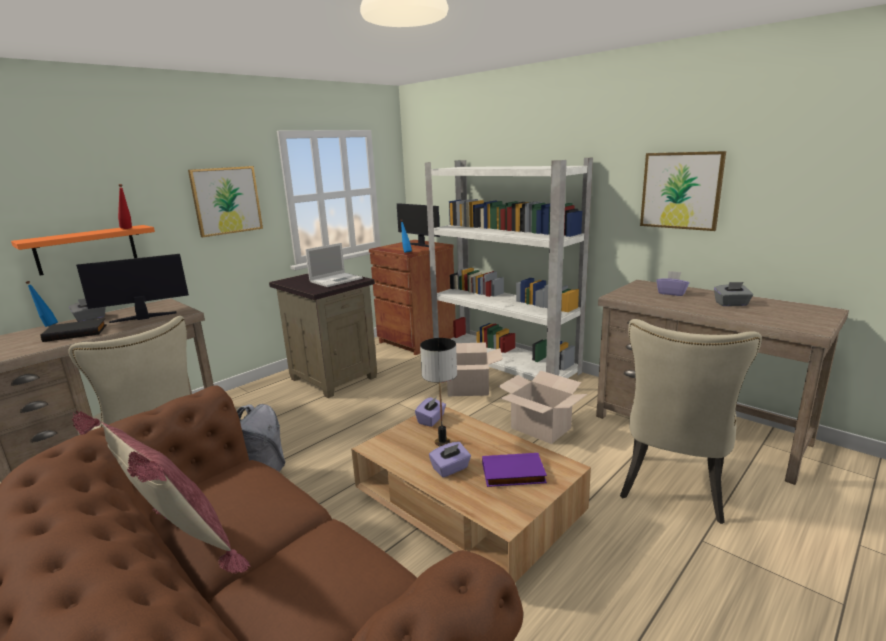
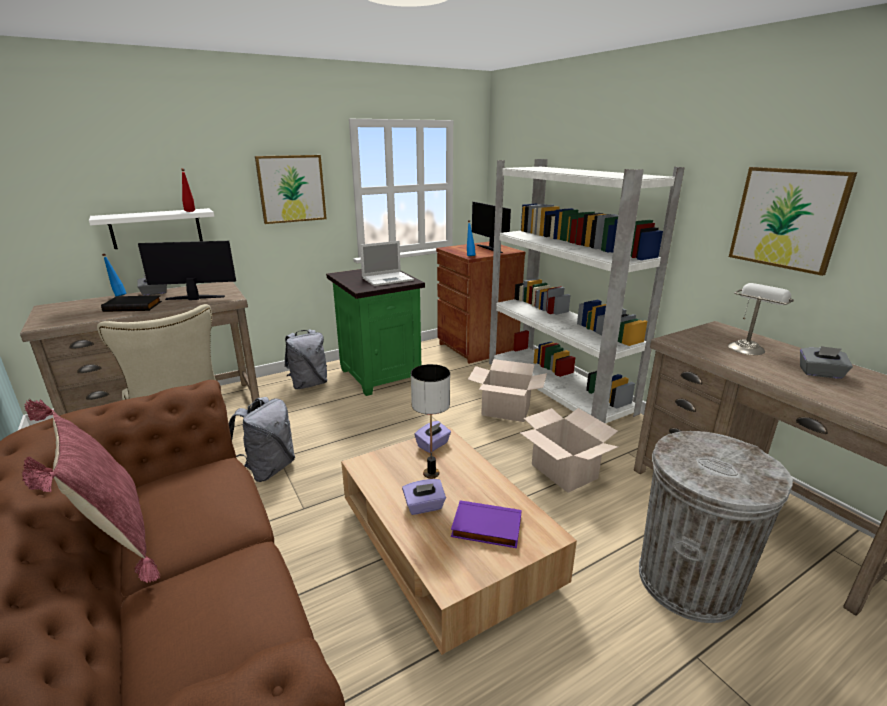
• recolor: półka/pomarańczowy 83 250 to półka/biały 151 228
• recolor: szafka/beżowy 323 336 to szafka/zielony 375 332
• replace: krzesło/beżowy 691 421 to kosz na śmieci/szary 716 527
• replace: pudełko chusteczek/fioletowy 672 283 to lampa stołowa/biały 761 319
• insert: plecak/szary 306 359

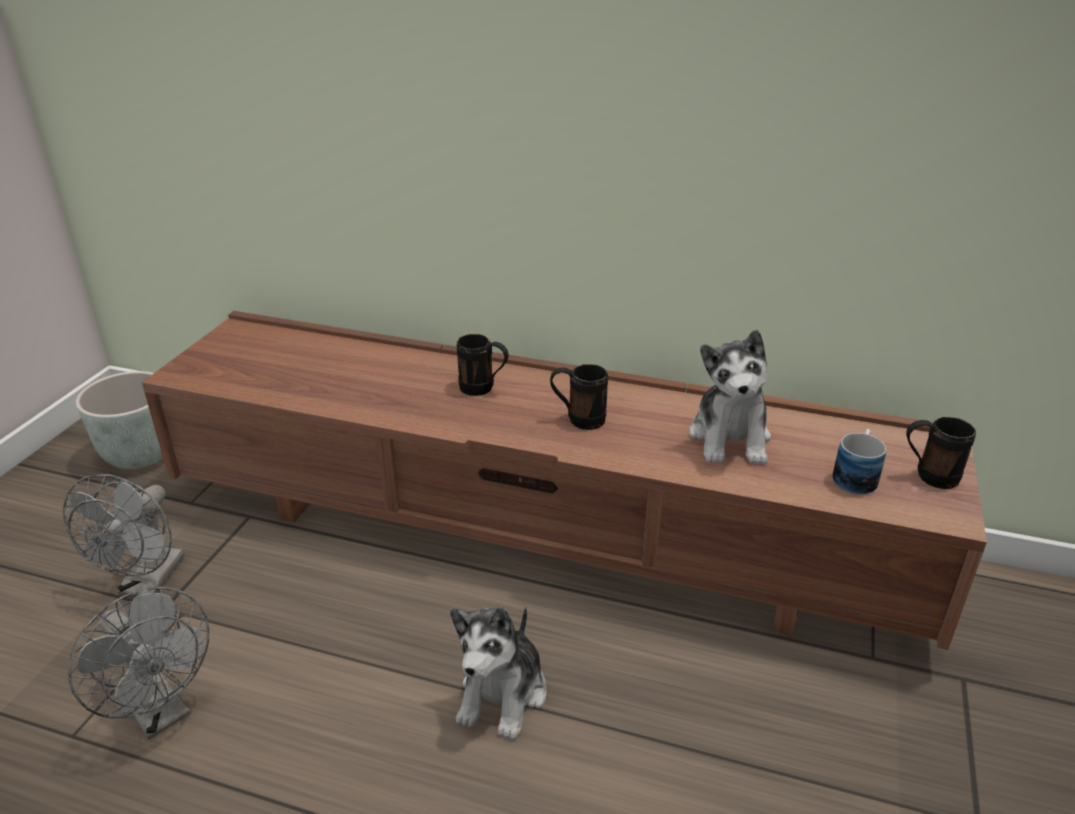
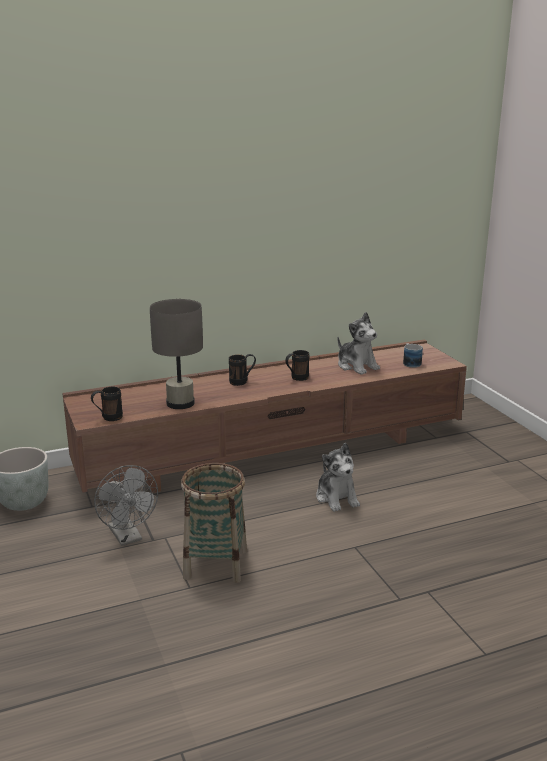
• replace: wentylator/szary 138 663 to koszyk 214 523
• move: kubek/czarny 941 453 to 107 403
• insert: lampa stołowa/szary 176 354

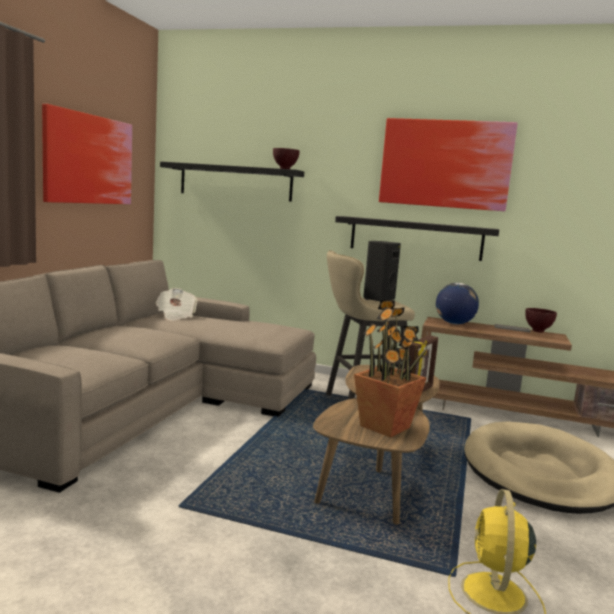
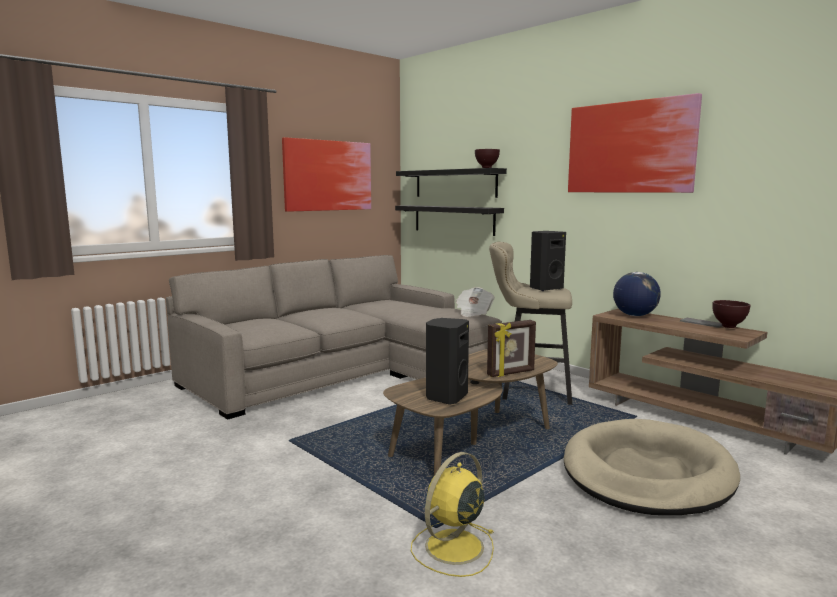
• move: gazeta 176 304 to 475 302
• move: półka/czarny 417 238 to 449 220
• replace: roślina doniczkowa 391 368 to głośnik/czarny 447 361

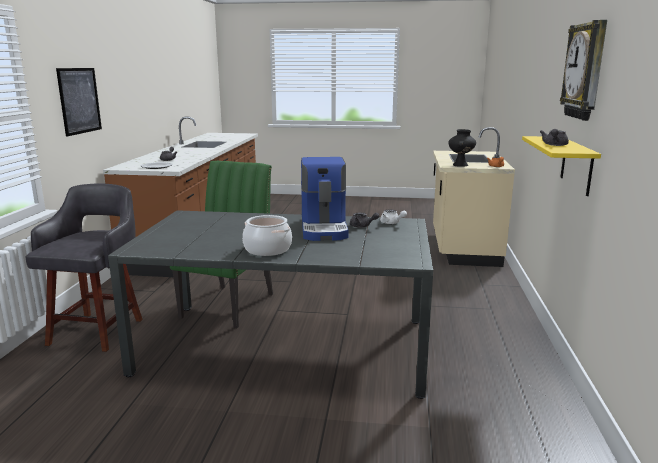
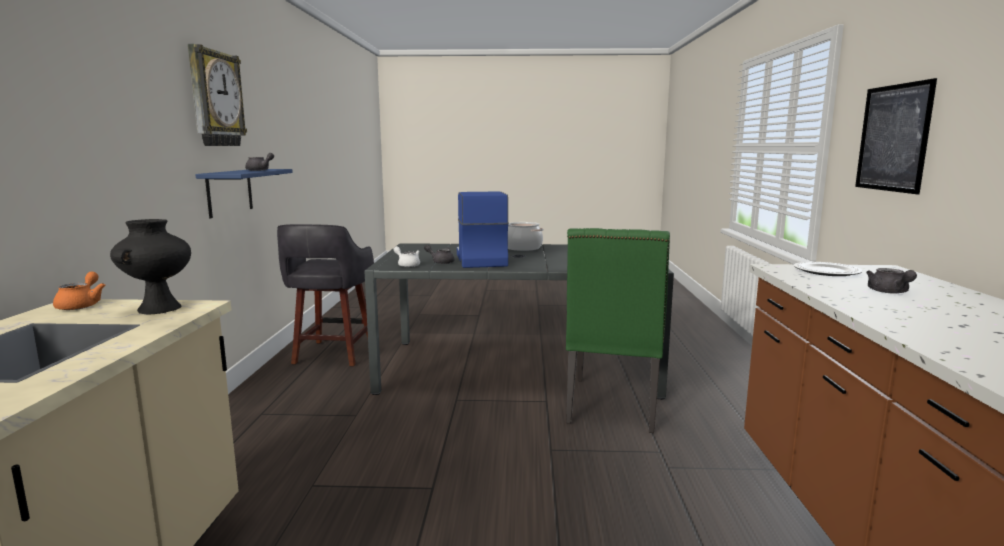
• move: stołek/szary 84 267 to 325 295
• recolor: półka/żółty 561 166 to półka/niebieski 244 193

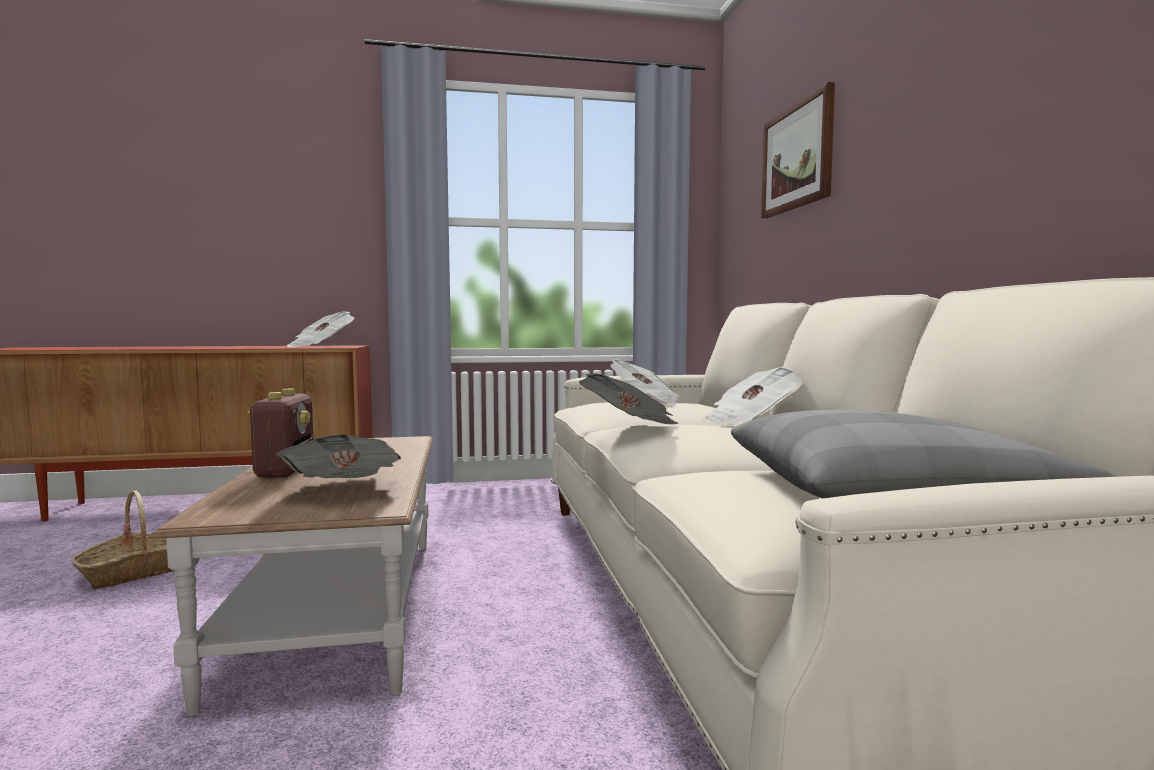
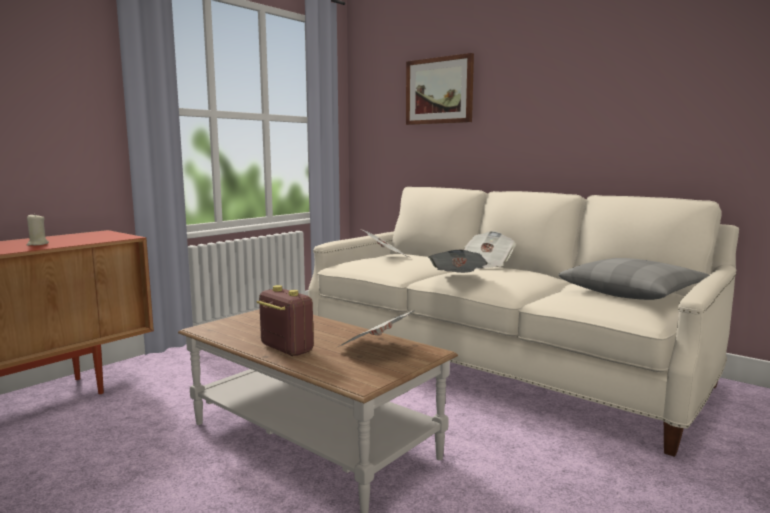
• delete: koszyk 123 540
• delete: gazeta 320 329
• insert: świeca/beżowy 38 229

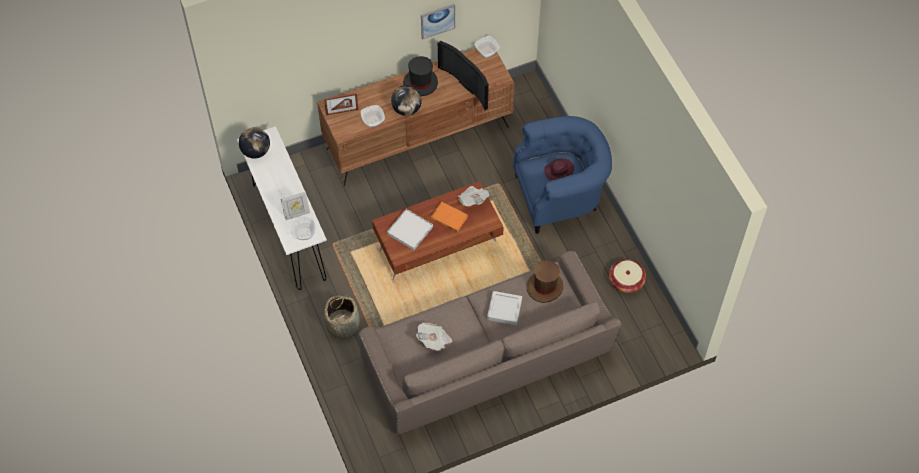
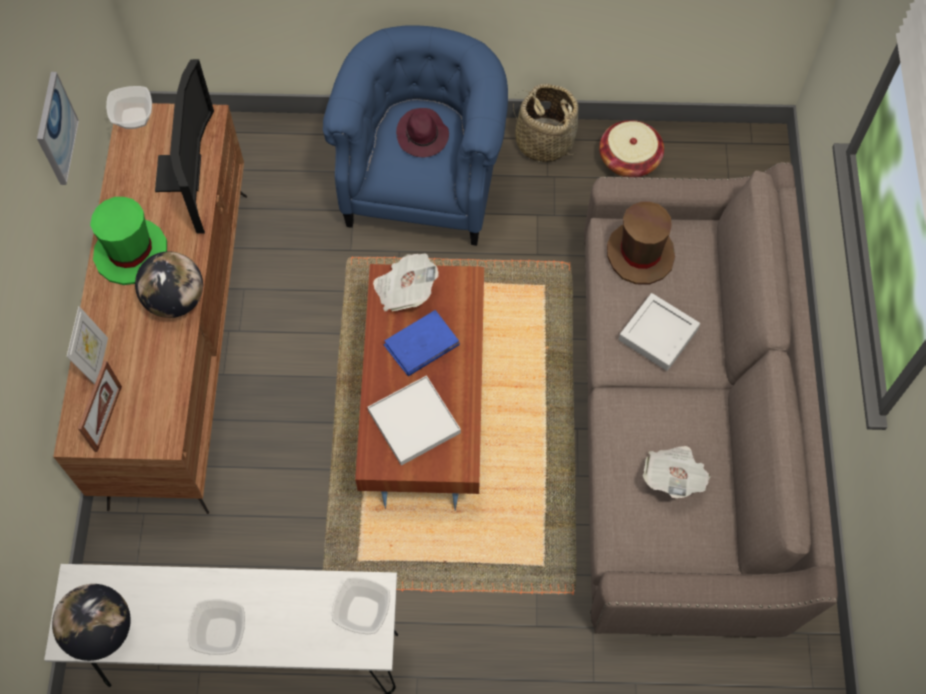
• move: ramka na zdjęcie 295 206 to 87 345
• move: koszyk 342 317 to 546 122
• move: miska 373 116 to 216 627
• recolor: kapelusz/czarny 420 76 to kapelusz/zielony 128 241
• recolor: książka/pomarańczowy 449 217 to książka/niebieski 421 343
• rotate: telewizor 463 75 = 184 146 75 degrees counterclockwise

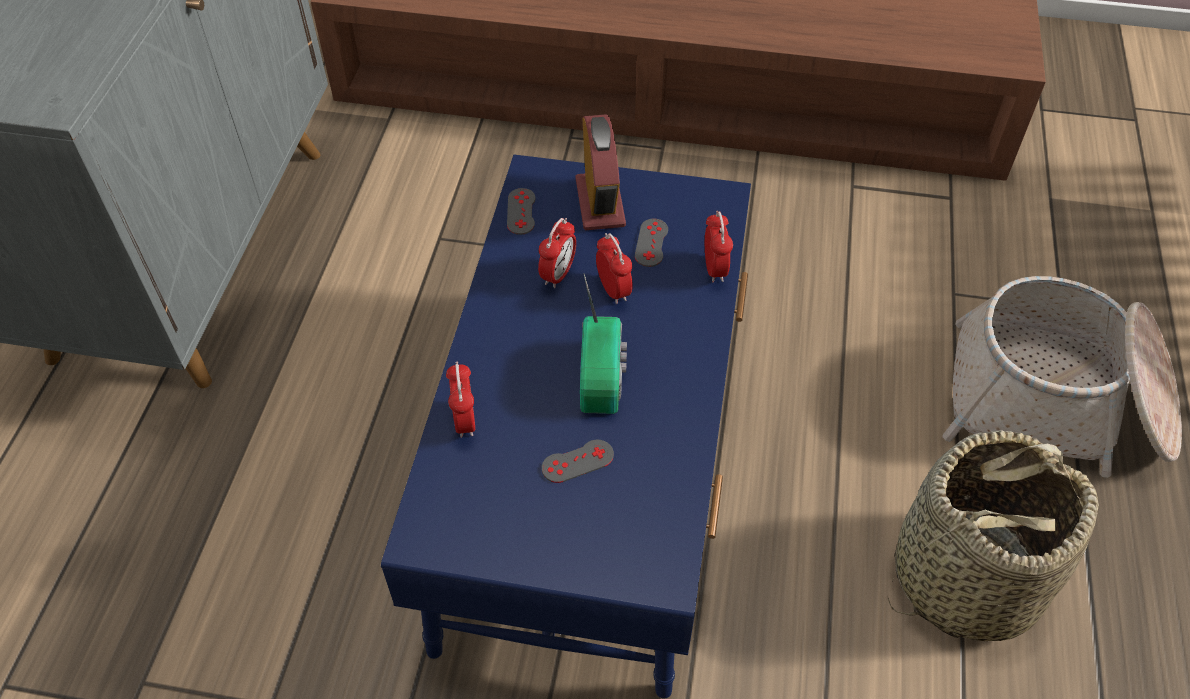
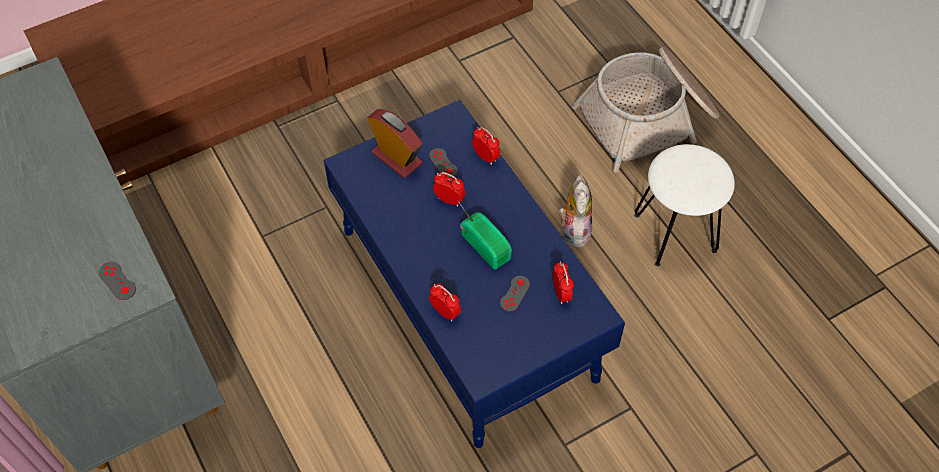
• move: pad do gier/szary 521 211 to 117 281
• move: budzik 557 253 to 563 282
• replace: koszyk 993 535 to stołek/biały 684 205
• insert: pluszak 575 211

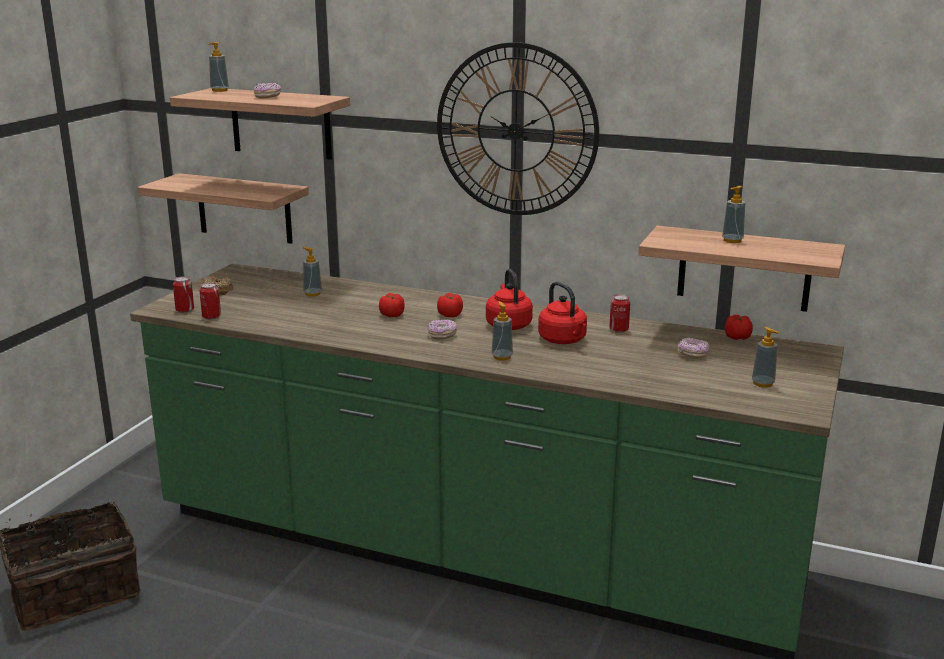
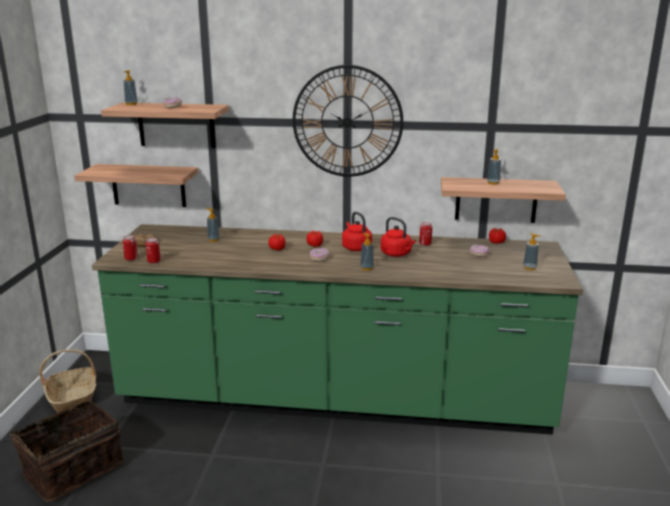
• insert: koszyk 67 380

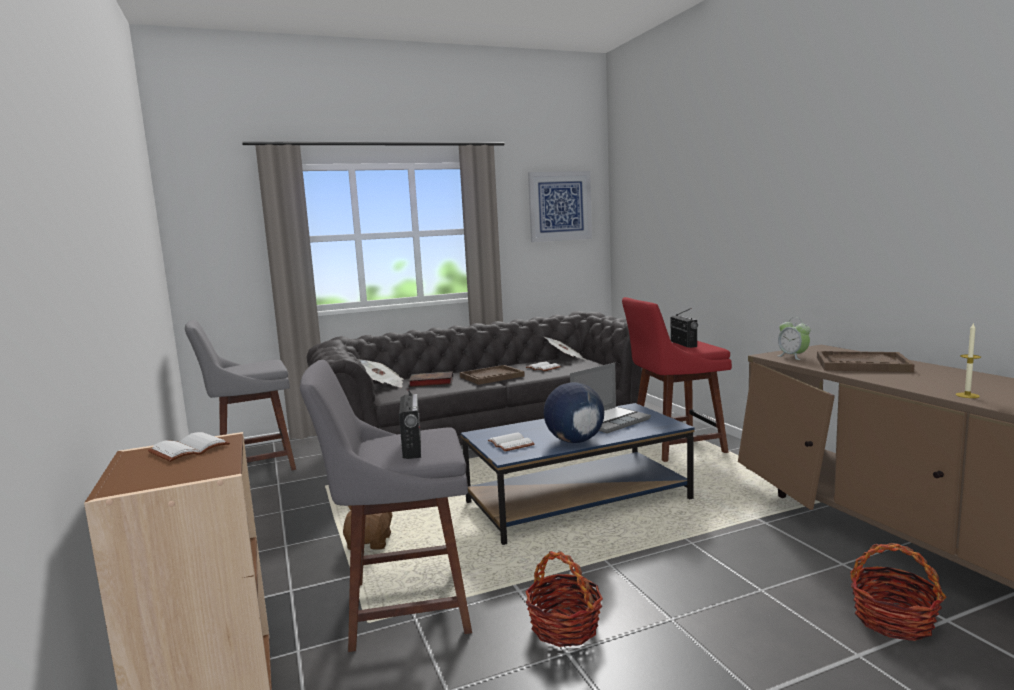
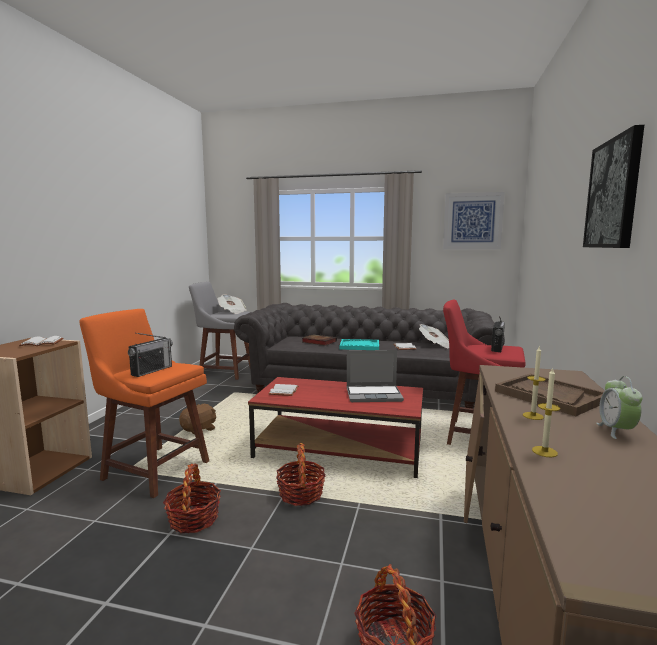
• recolor: stołek/szary 386 506 to stołek/pomarańczowy 144 403
• move: gazeta 381 373 to 232 304
• recolor: taca/brązowy 492 375 to taca/turkusowy 359 344
• recolor: ława/niebieski 578 474 to ława/czerwony 335 427
• delete: globus 574 412
• move: budzik 794 338 to 619 407
• insert: koszyk 300 474
• insert: świeca 534 383
• insert: obraz 613 186

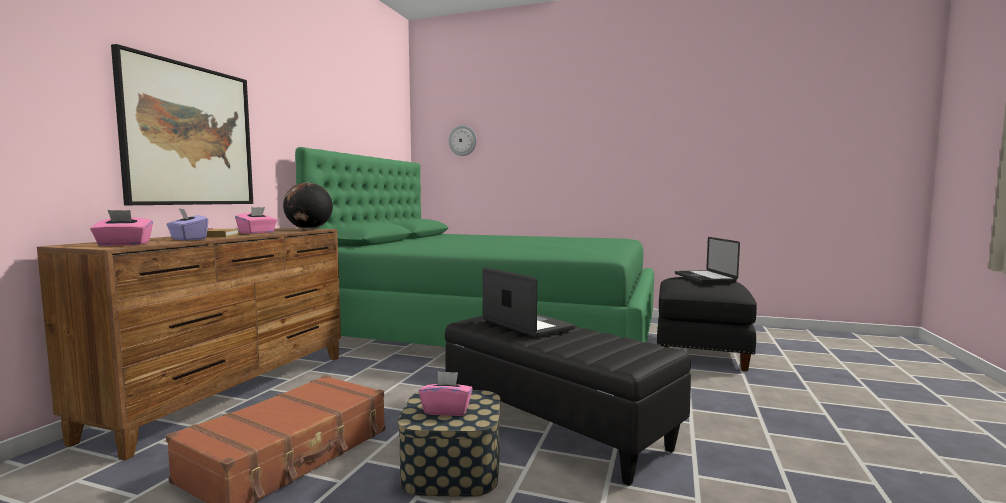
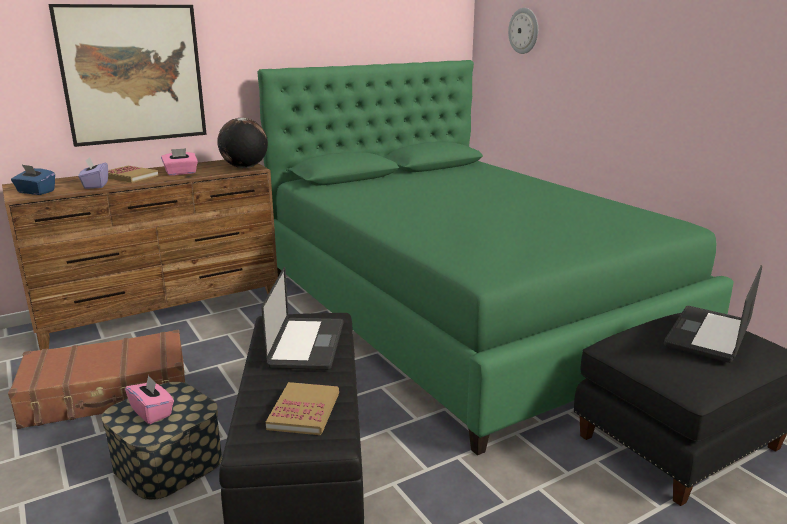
• recolor: pudełko chusteczek/różowy 121 228 to pudełko chusteczek/niebieski 33 180
• insert: książka 302 408

